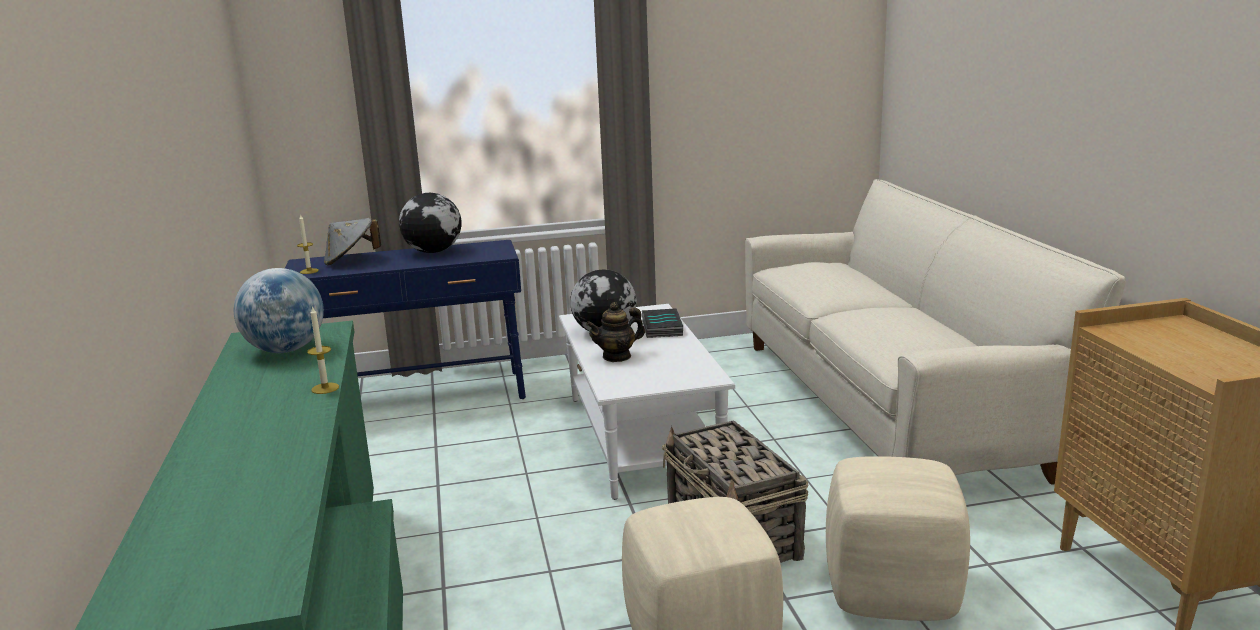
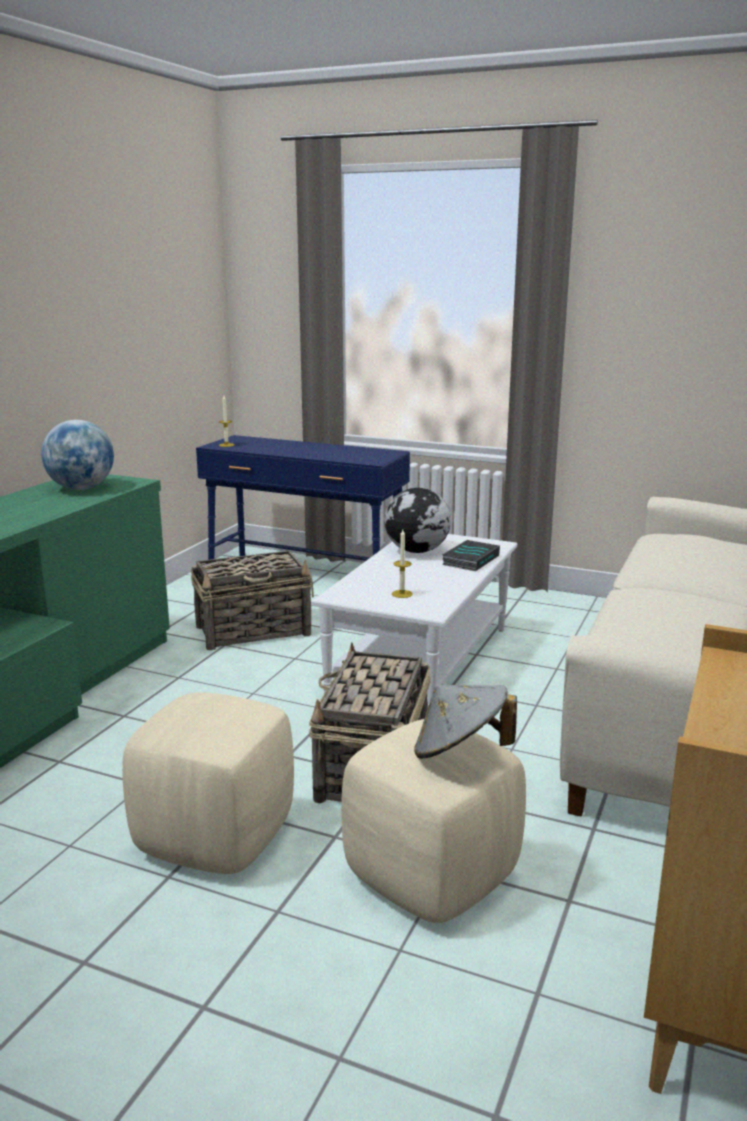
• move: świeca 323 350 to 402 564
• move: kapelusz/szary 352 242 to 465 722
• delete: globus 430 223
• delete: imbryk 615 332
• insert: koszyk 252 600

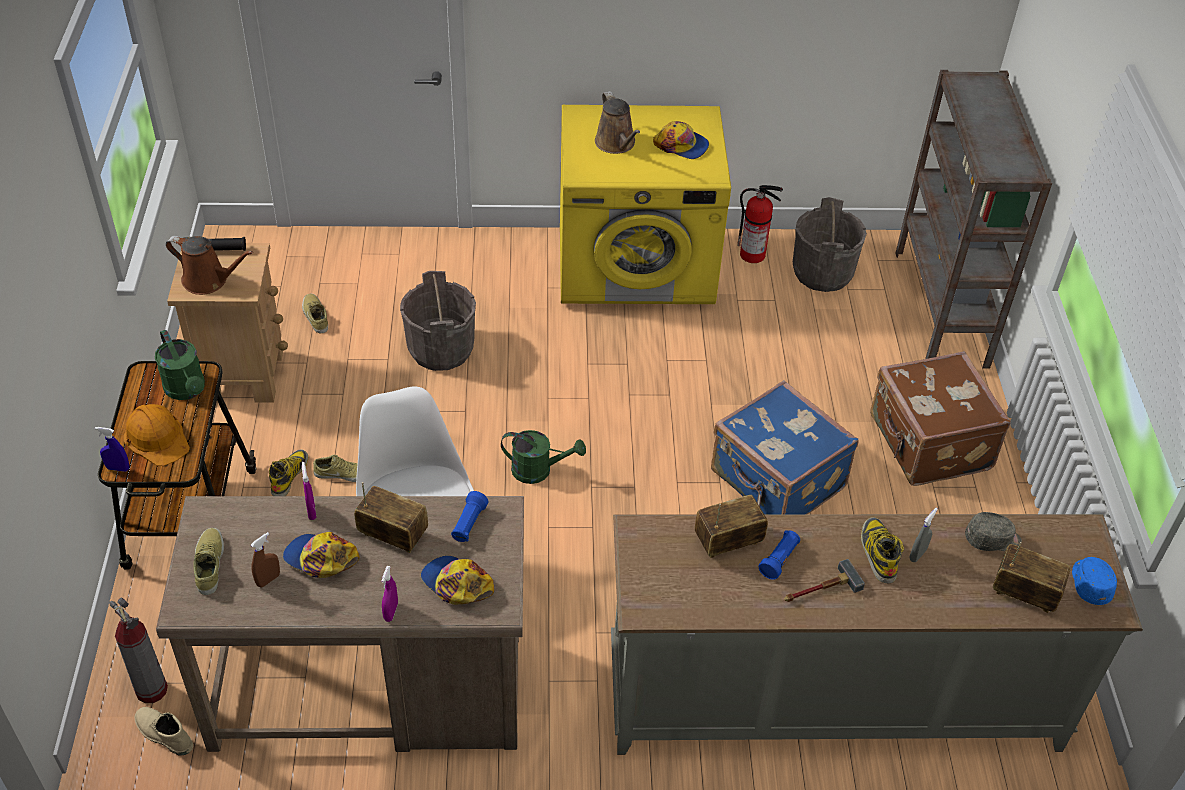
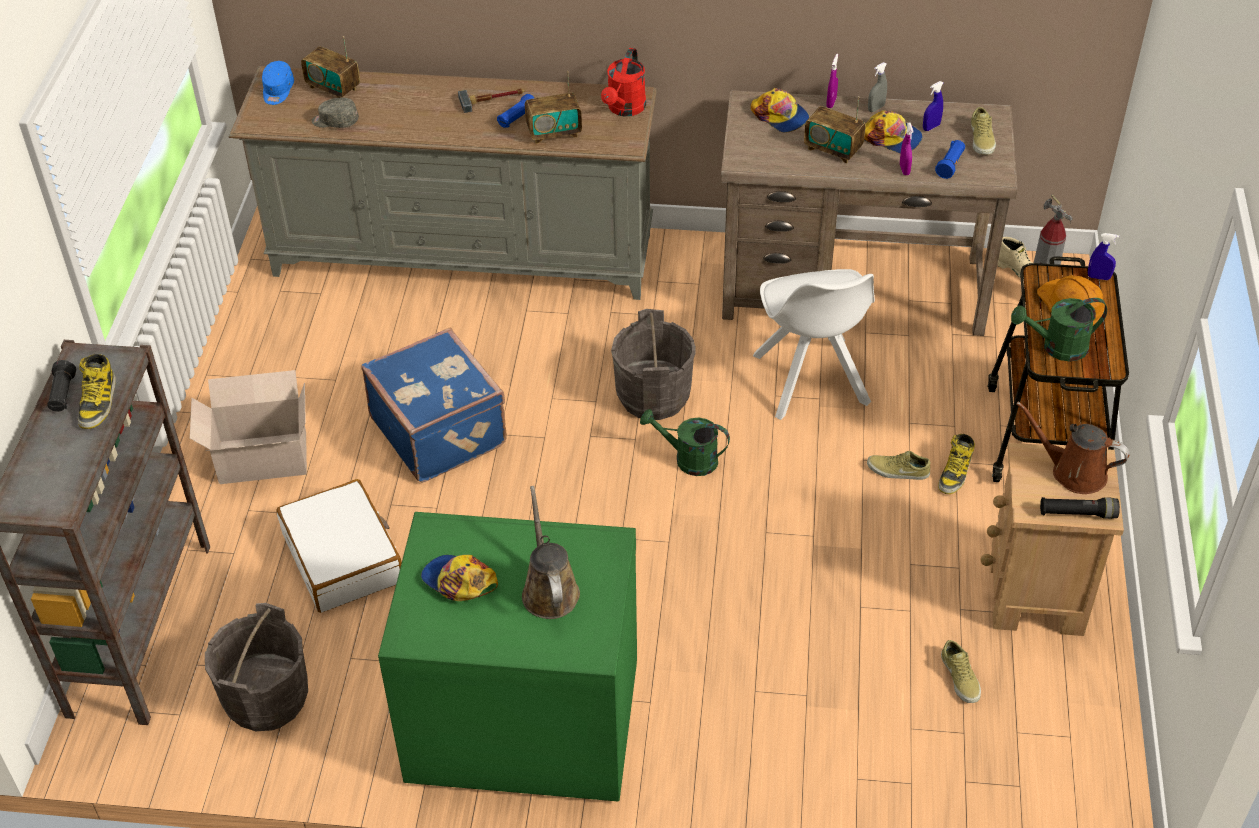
• rotate: konewka/zielony 180 365 = 1059 329 75 degrees counterclockwise
• recolor: spryskiwacz/brązowy 265 559 to spryskiwacz/niebieski 933 106
• move: wiadro/szary 438 321 to 653 364
• move: latarka/niebieski 469 516 to 950 159
• recolor: pralka/żółty 645 204 to pralka/zielony 507 657
• delete: gaśnica 760 224
• move: but z cholewką 882 550 to 97 391
• replace: walizka/brązowy 940 418 to karton 248 427
• move: spryskiwacz/szary 924 535 to 877 87
• insert: latarka/czarny 61 386
• insert: walizka/biały 339 546
• insert: konewka/czerwony 623 82

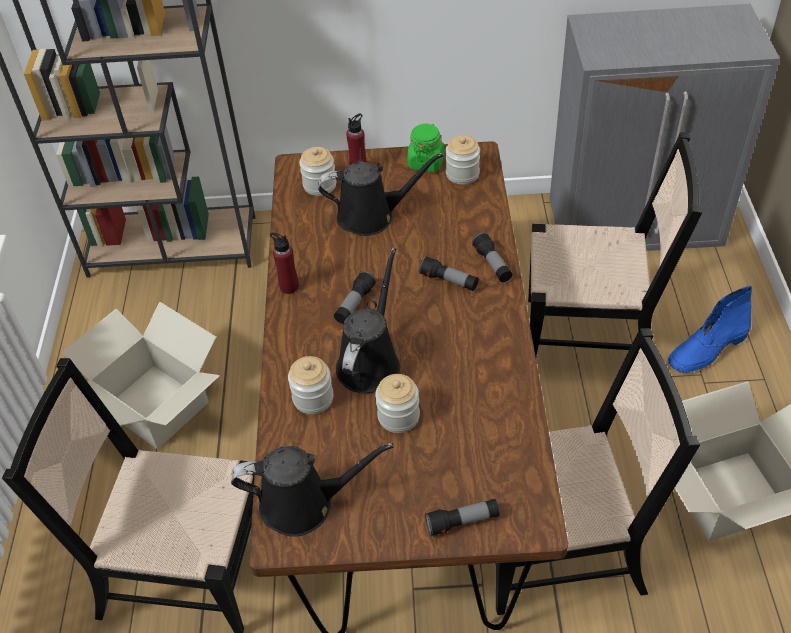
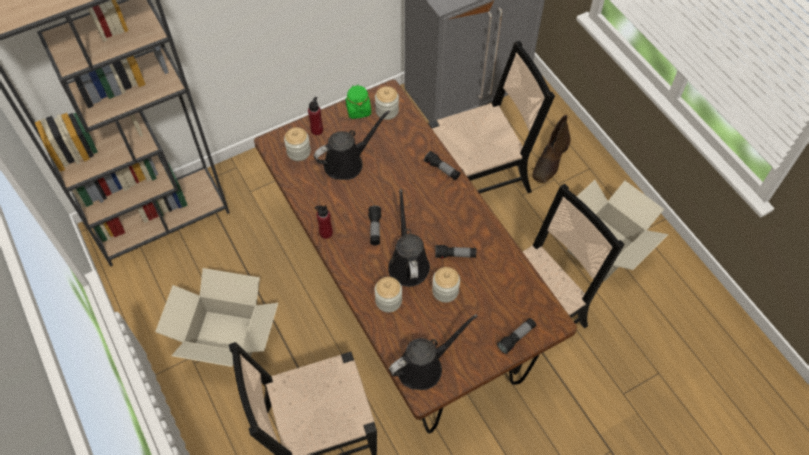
• move: latarka 449 273 to 455 251
• recolor: but z cholewką/niebieski 710 329 to but z cholewką/brązowy 551 149

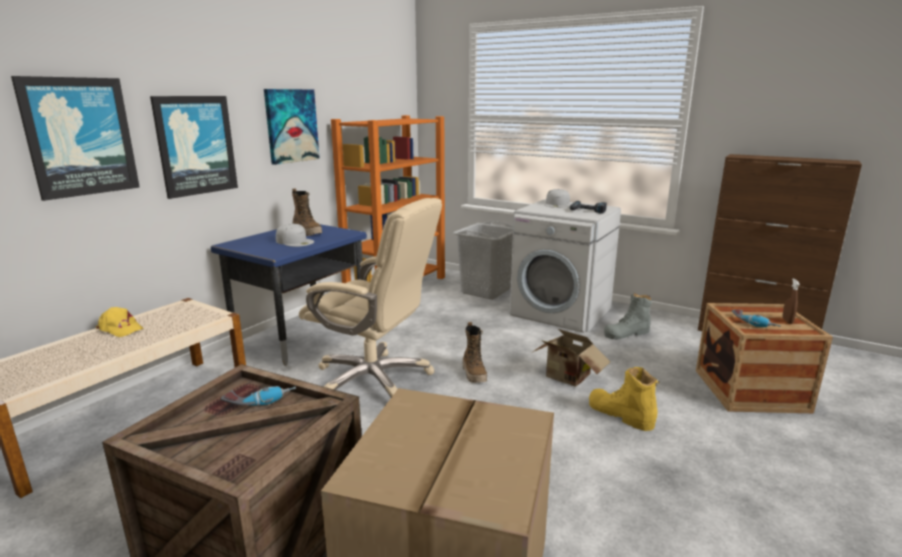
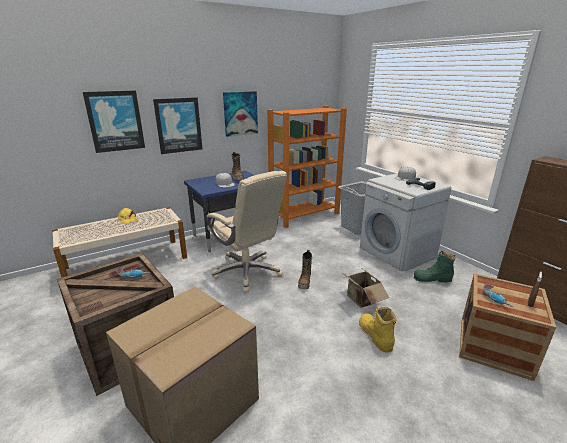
• recolor: but z cholewką/szary 628 315 to but z cholewką/zielony 434 267

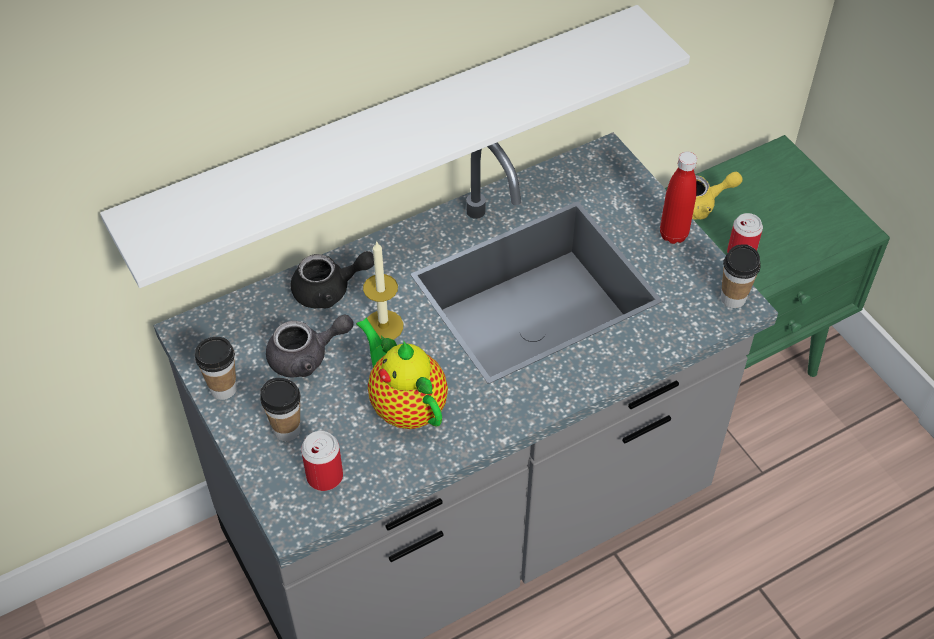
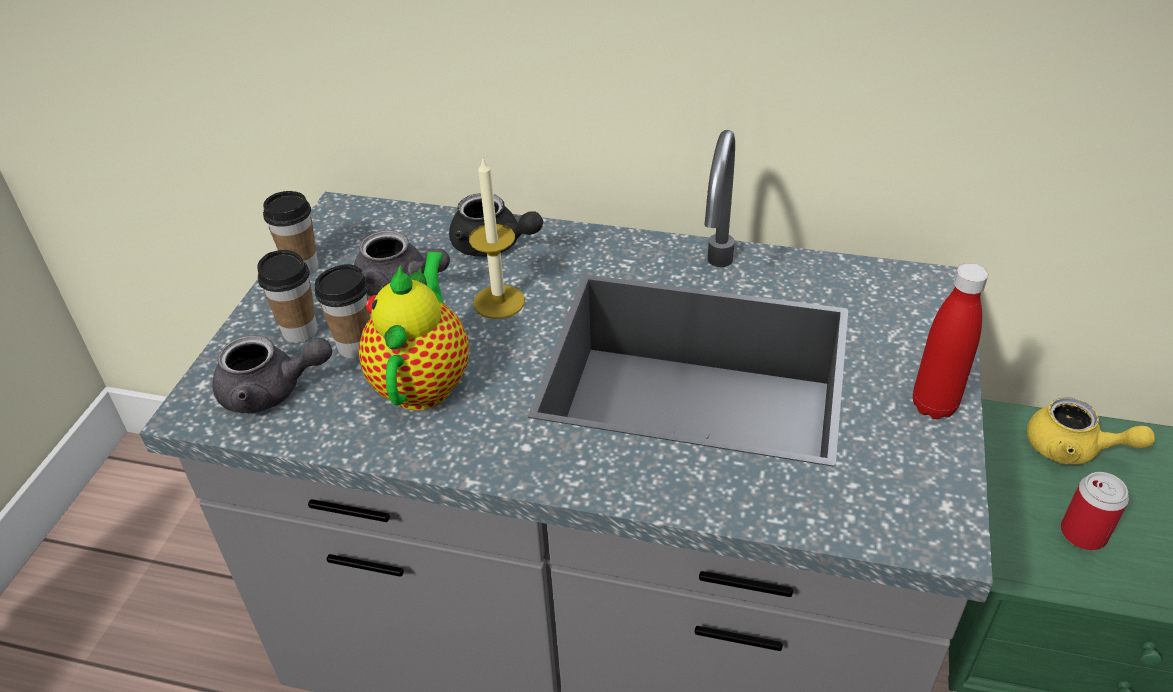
• delete: półka/biały 395 146
• replace: puszka 322 461 to imbryk/szary 272 374
• move: filiżanka 741 276 to 342 311

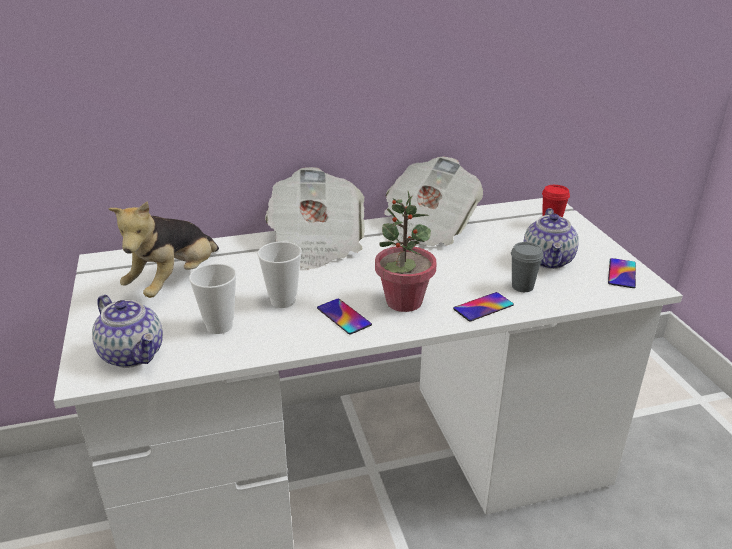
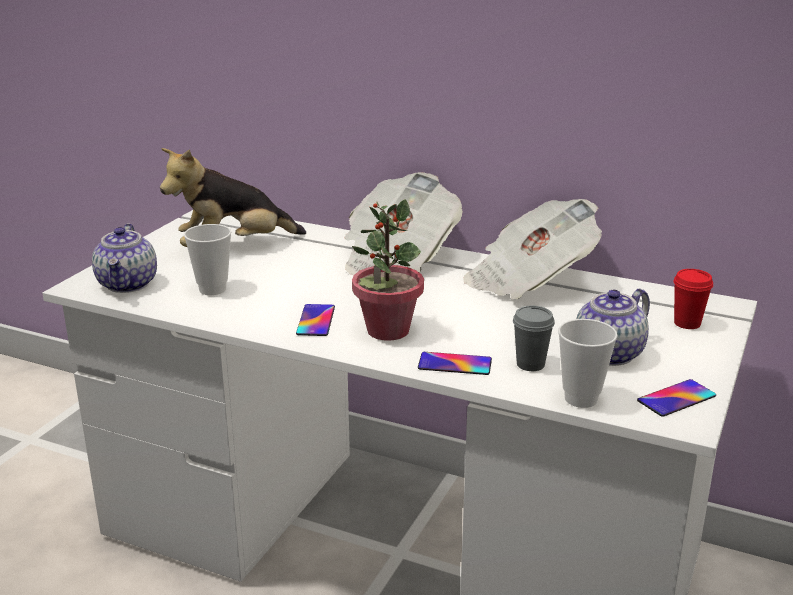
• move: filiżanka 279 275 to 587 363

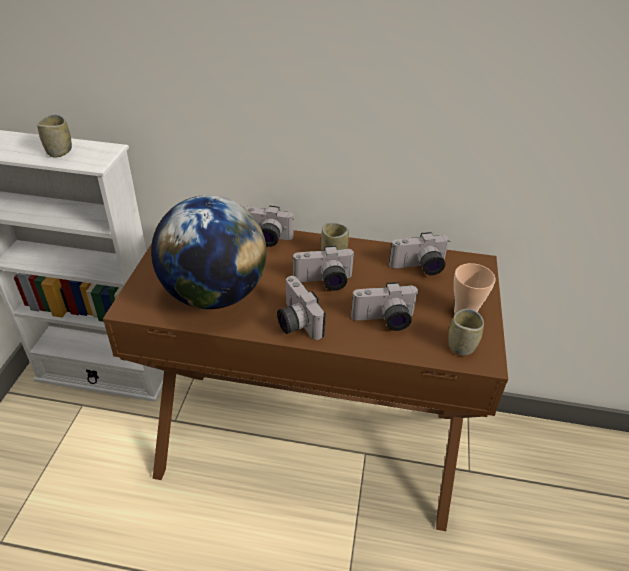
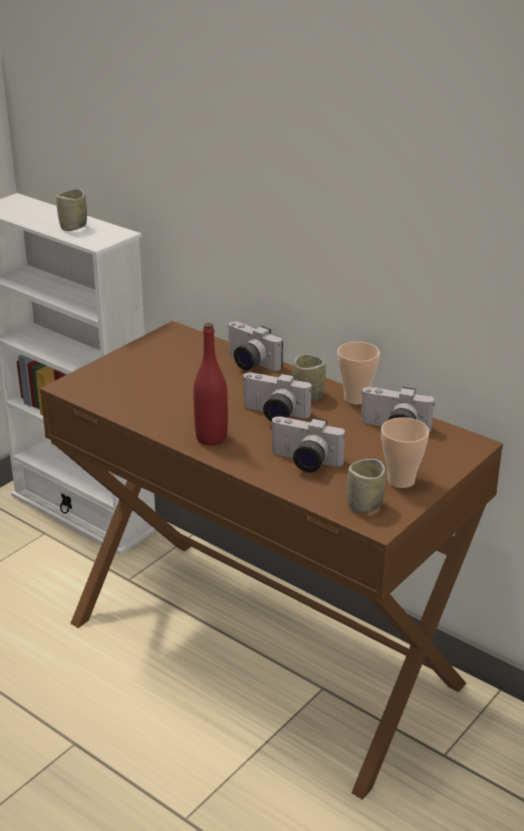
• delete: globus 209 252
• replace: aparat fotograficzny 301 308 to butelka/czerwony 210 384
• insert: filiżanka 358 373

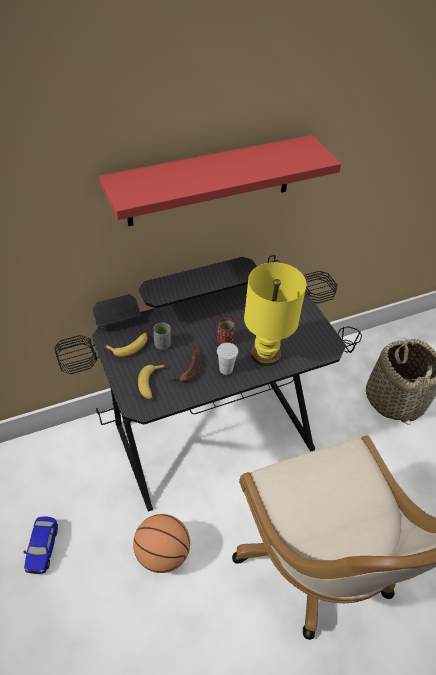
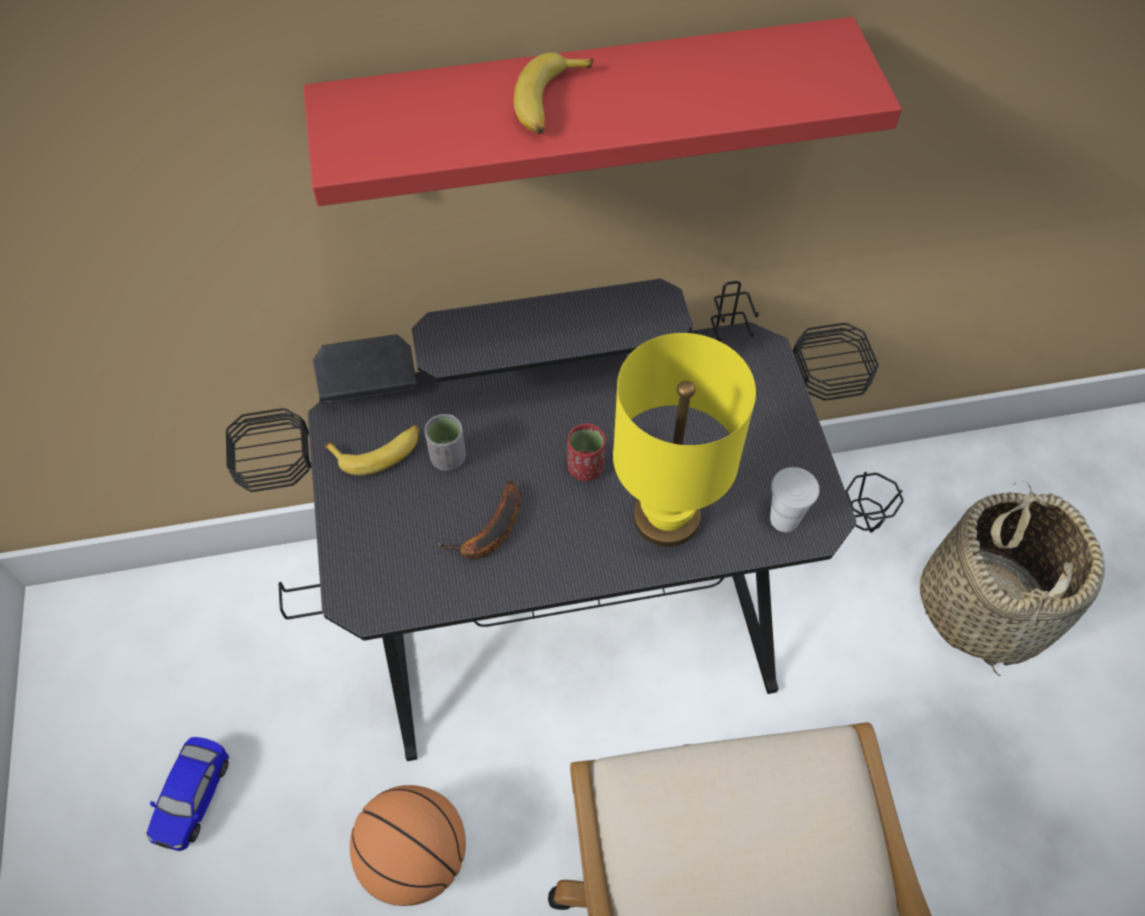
• move: banan 151 382 to 553 93
• move: filiżanka/biały 227 359 to 795 499

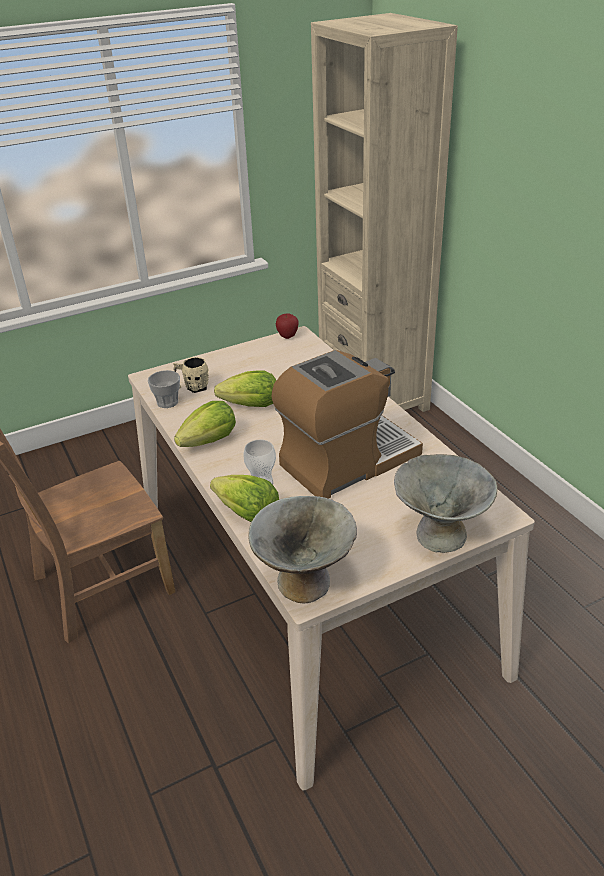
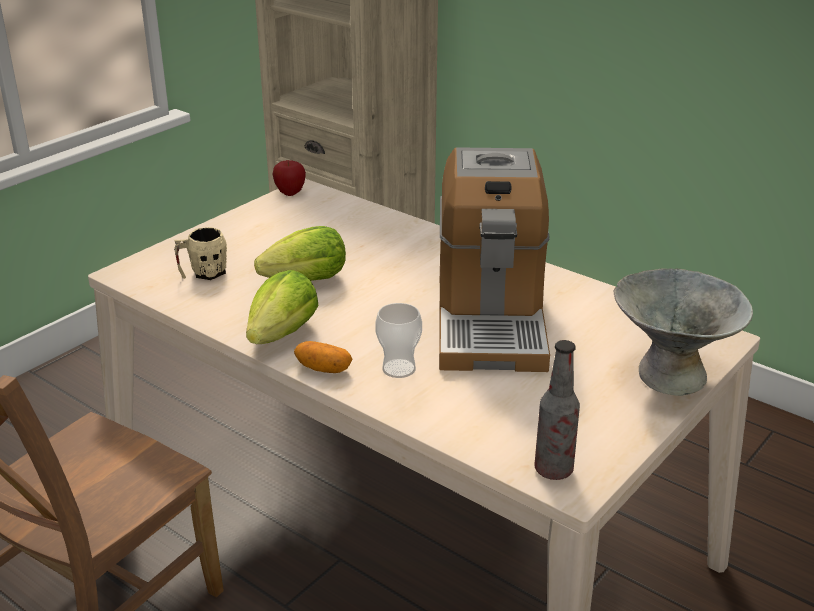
• delete: filiżanka 164 389
• delete: sałata 244 498
• replace: miska/szary 303 549 to butelka 557 410
• rotate: ekspres do kawy 347 424 = 494 259 150 degrees clockwise
• insert: ziemniak 323 357

